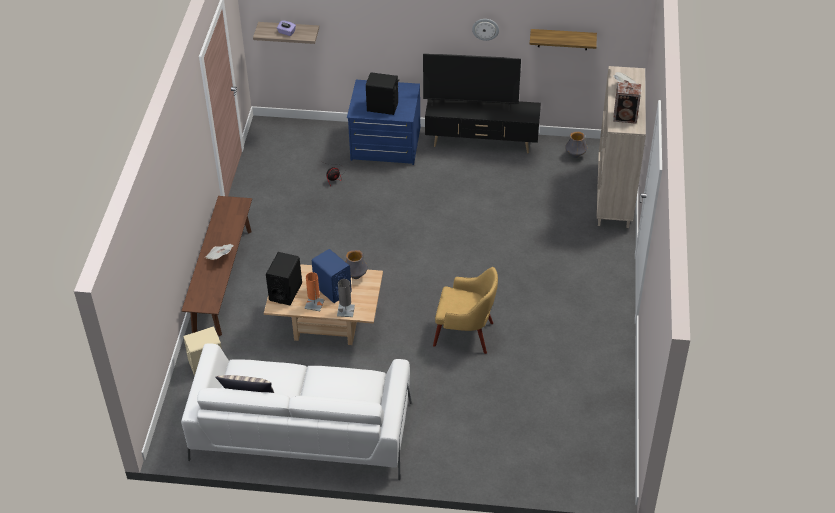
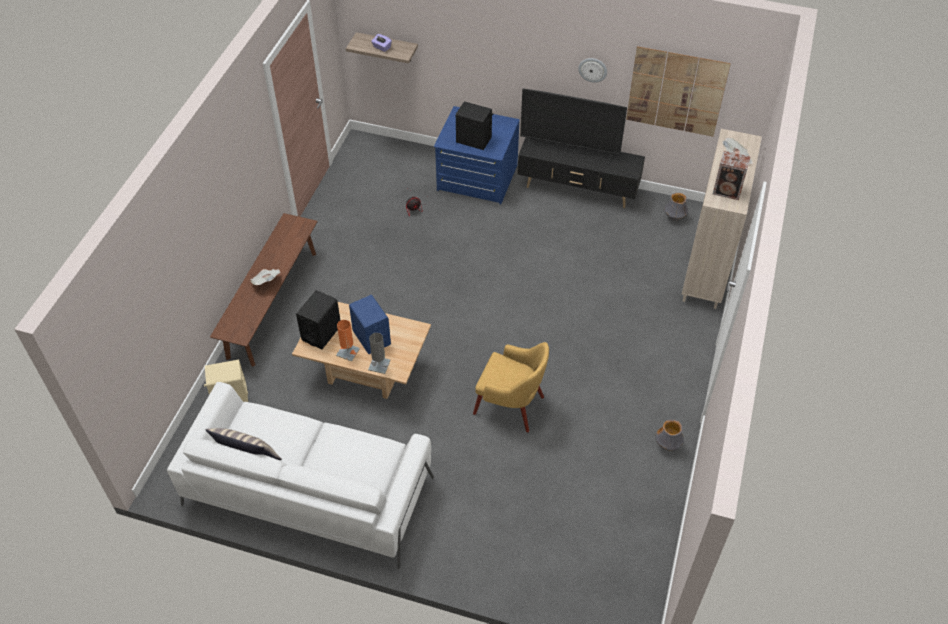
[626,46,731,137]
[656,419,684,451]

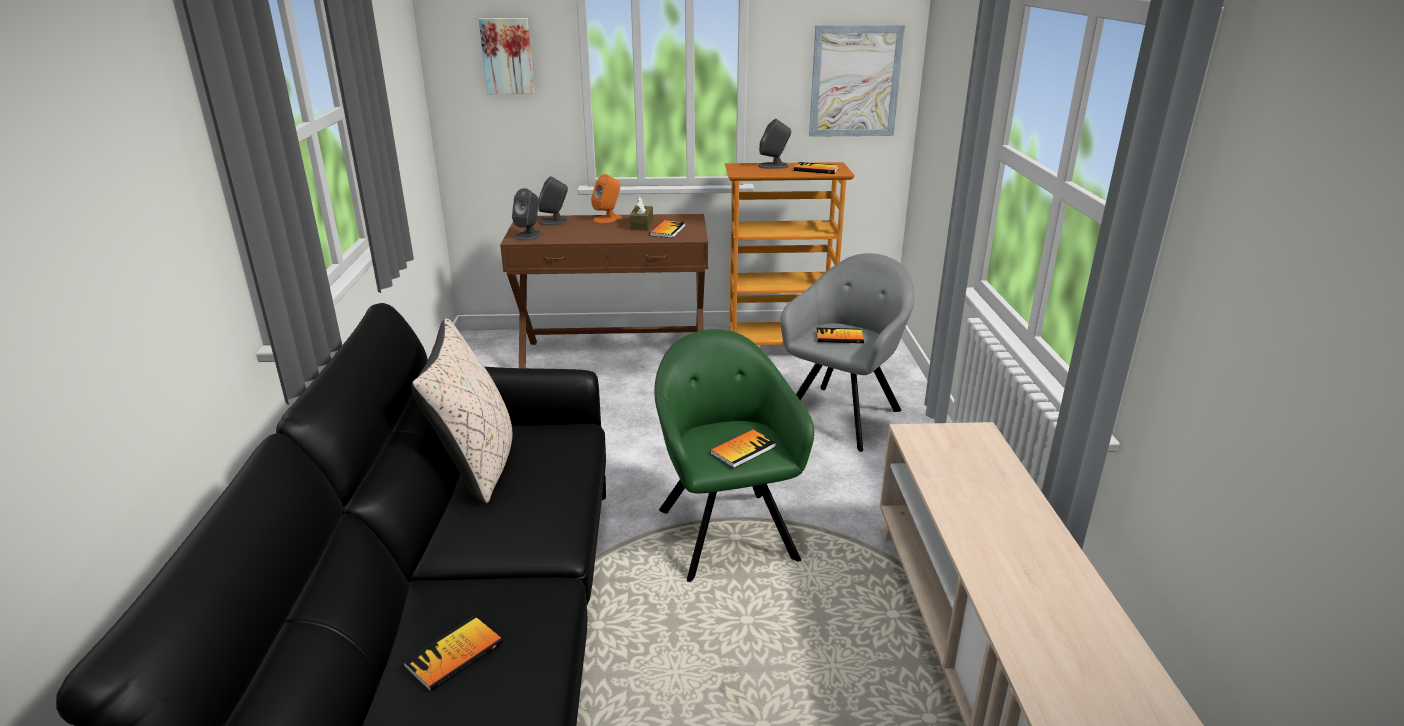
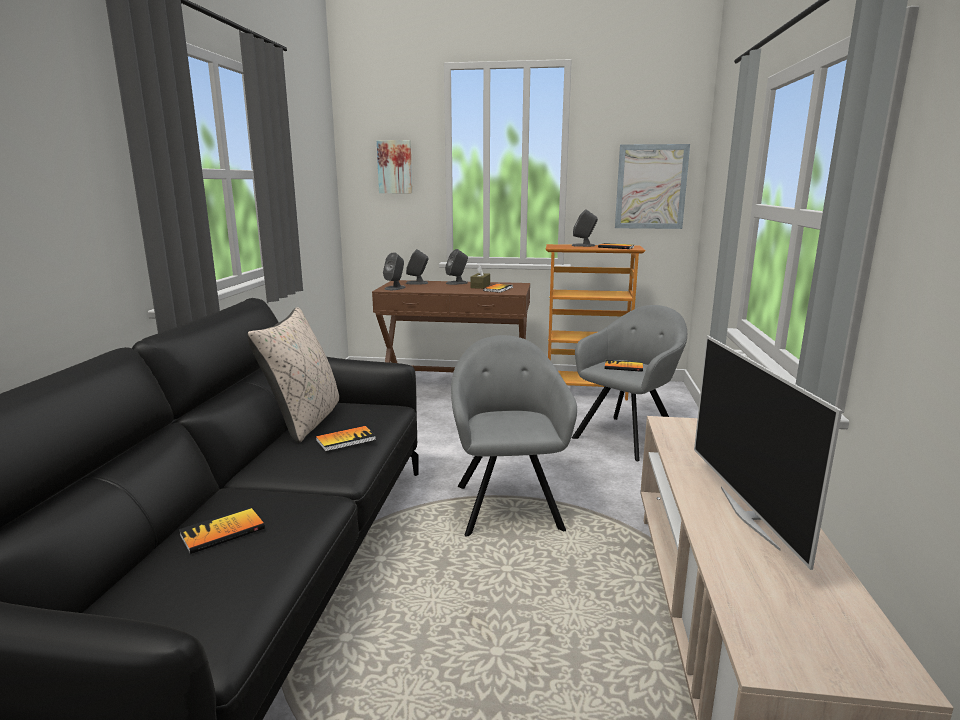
[316,426,376,452]
[445,249,468,285]
[451,335,577,537]
[694,336,842,570]

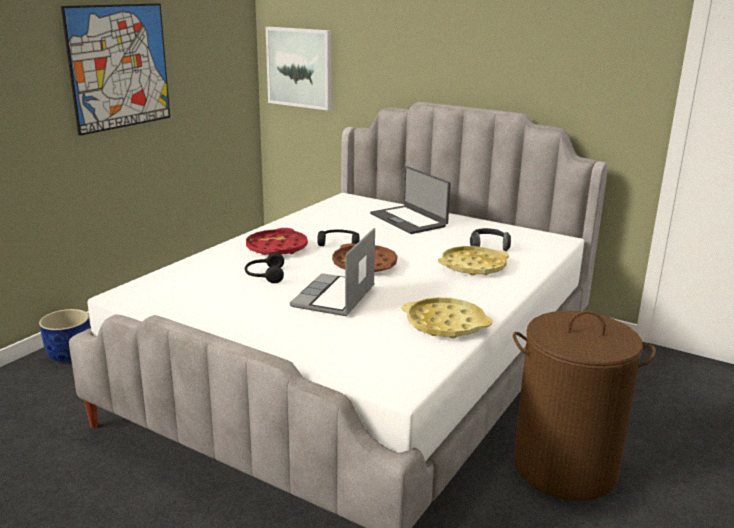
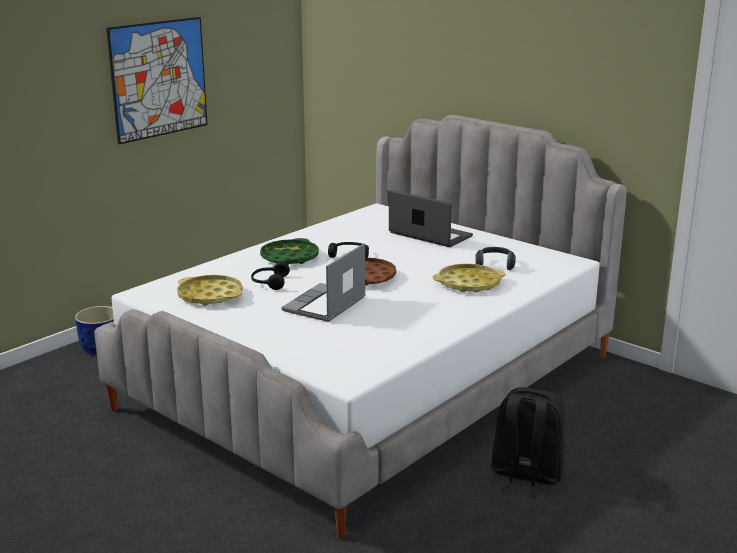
[177,275,243,306]
[260,238,319,265]
[389,190,473,247]
[491,387,565,498]
[266,27,331,110] (first image)

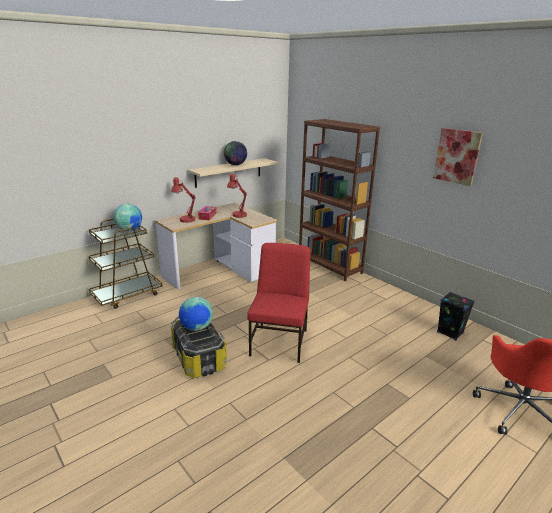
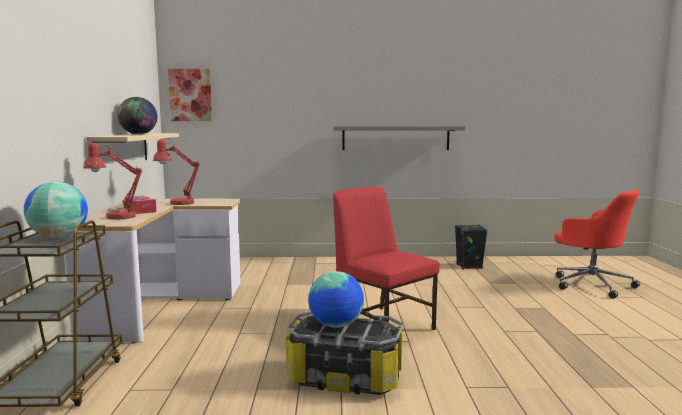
[168,69,212,121]
[334,126,465,150]
[299,119,380,281] (first image)

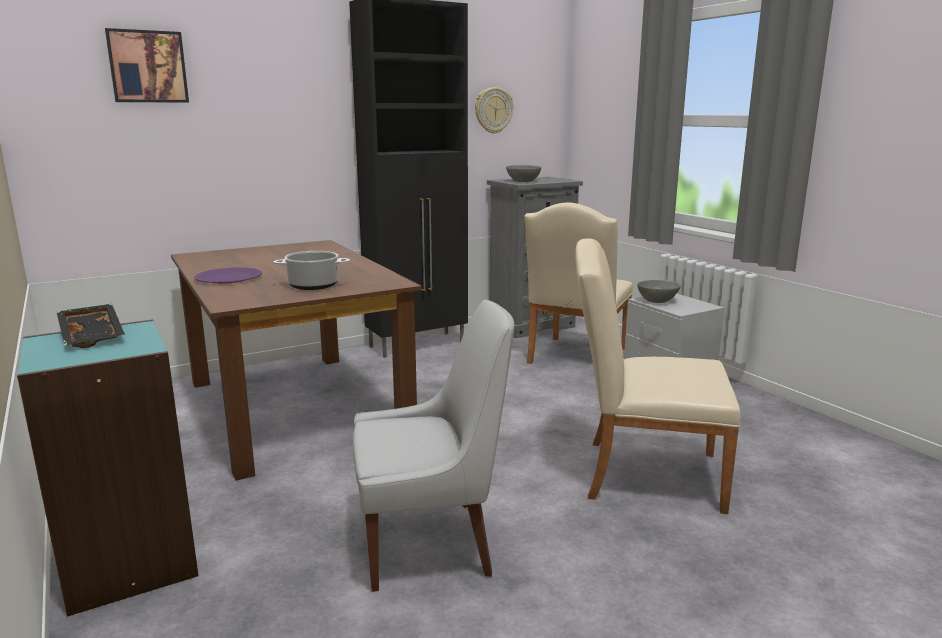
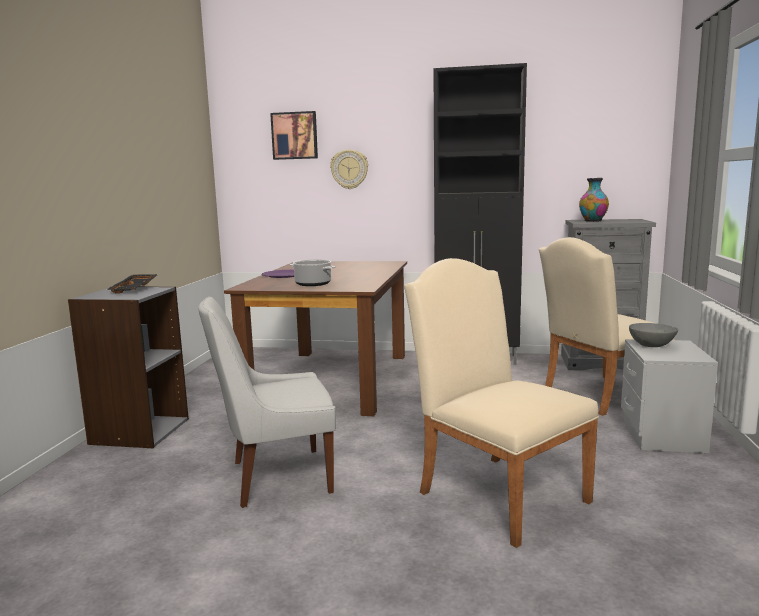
[68,286,189,448]
[198,296,336,508]
[330,149,368,189]
[579,178,609,222]

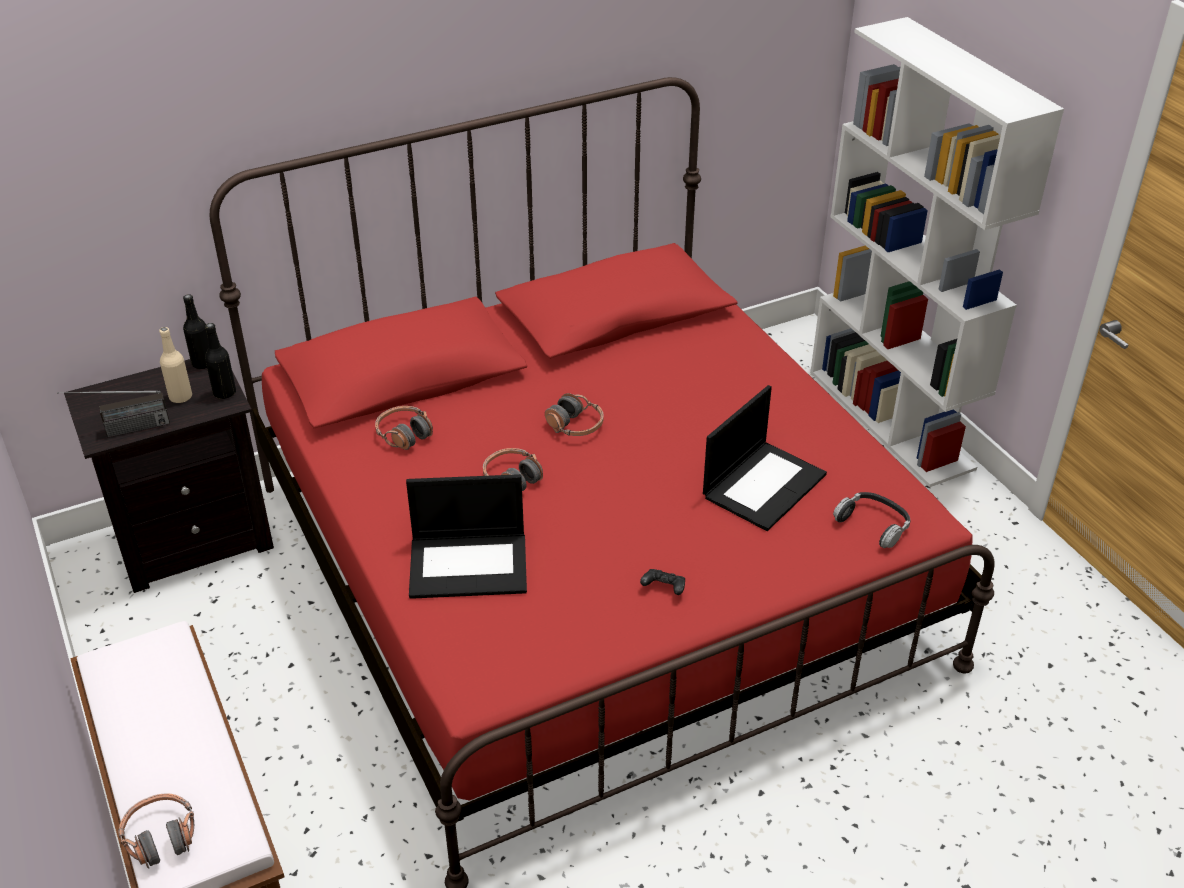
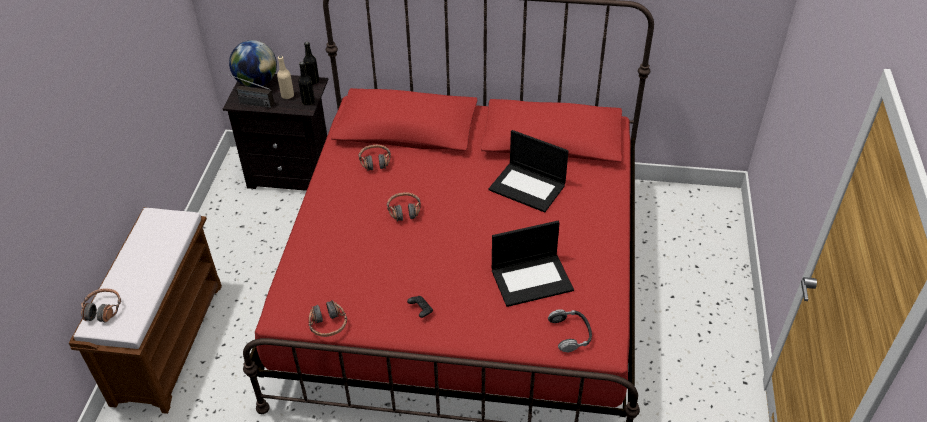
[229,40,277,87]
[309,300,347,337]
[489,130,568,213]
[810,17,1064,487] (first image)

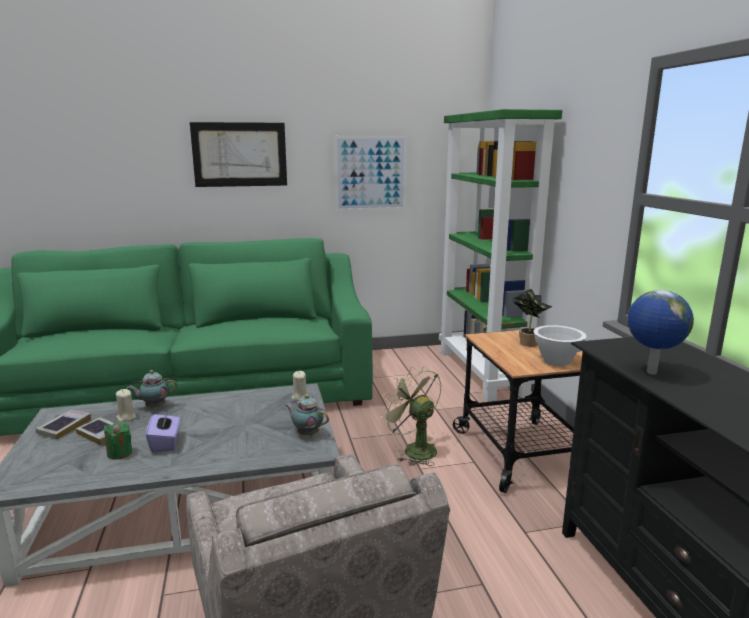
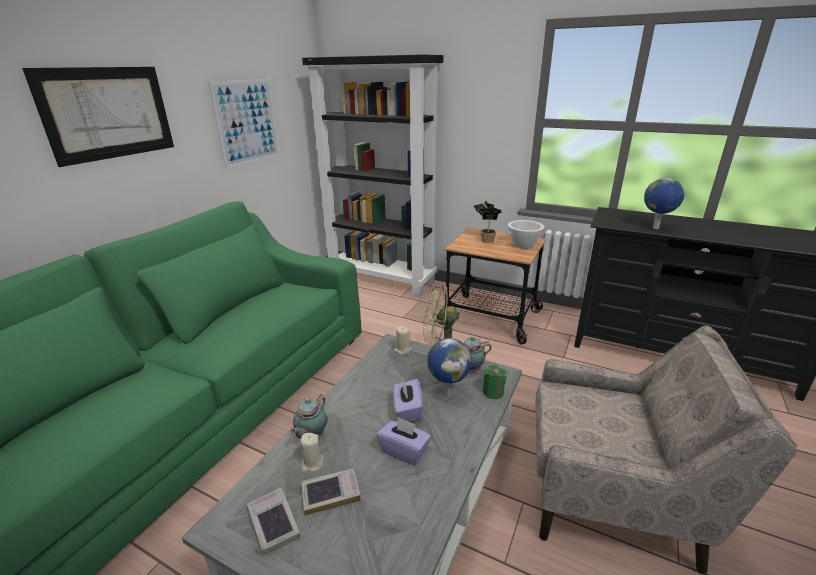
[302,54,443,297]
[393,379,423,422]
[427,338,472,397]
[483,365,507,399]

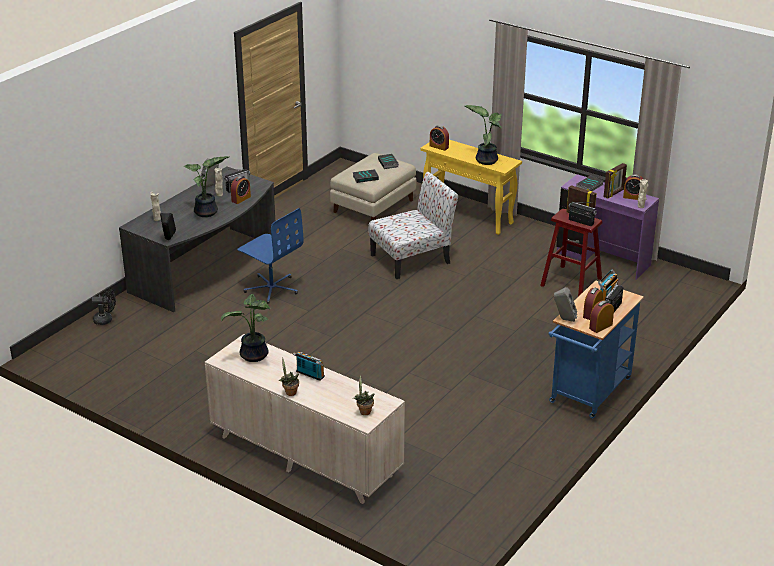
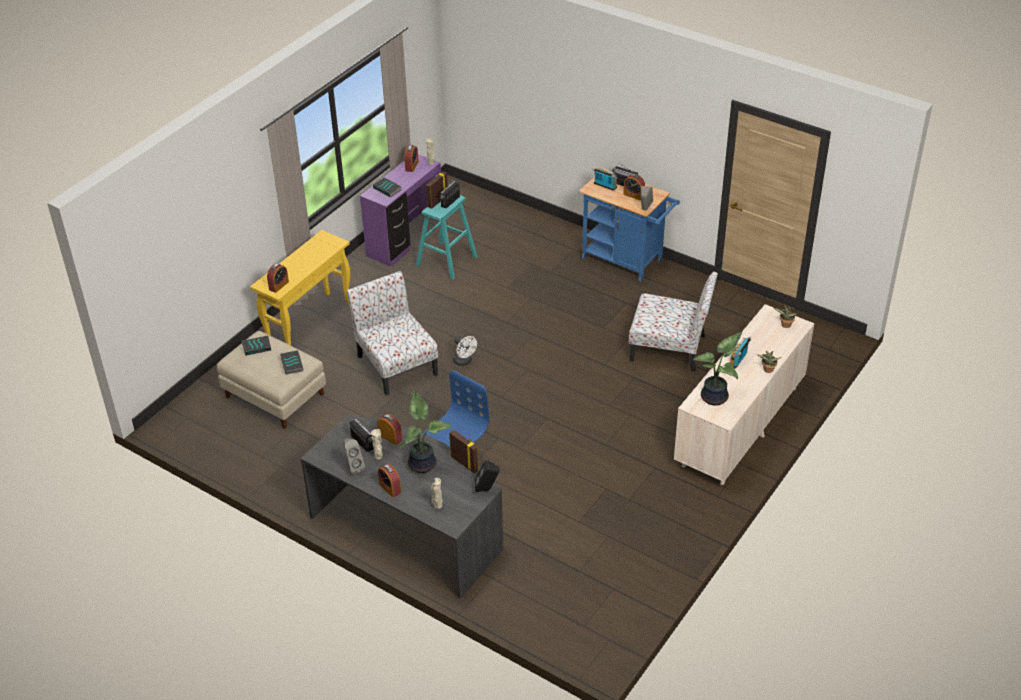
[378,464,401,497]
[416,195,478,280]
[449,430,479,474]
[453,336,477,366]
[629,272,718,372]
[92,288,116,325] (first image)
[464,105,502,165] (first image)

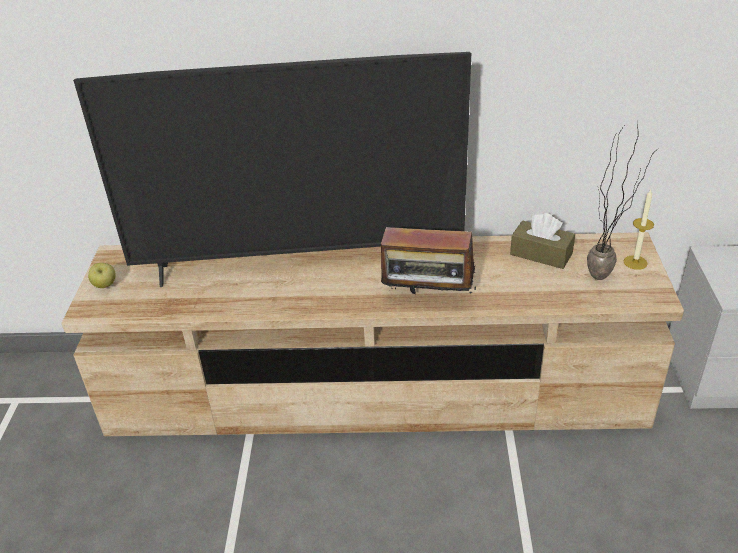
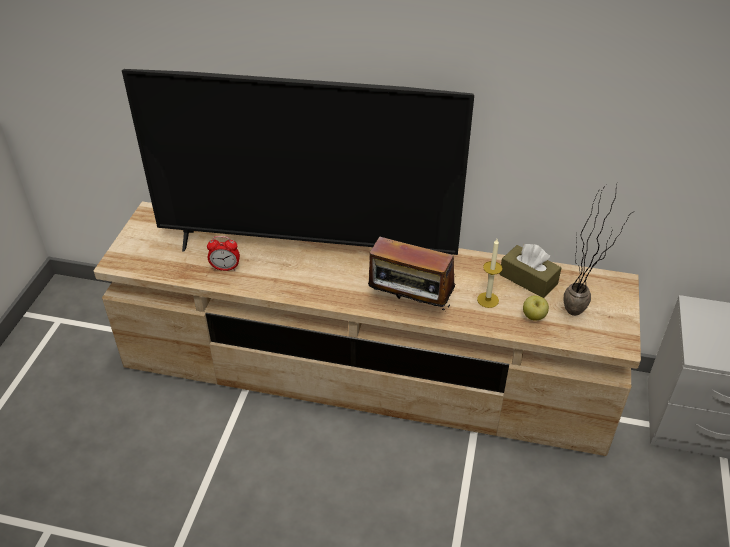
[207,236,240,271]
[477,239,502,308]
[523,295,549,321]

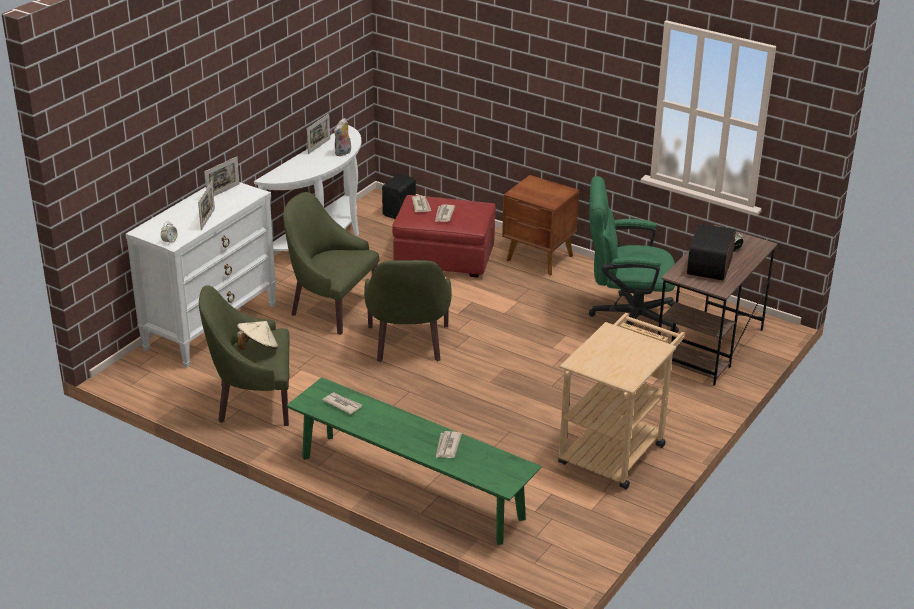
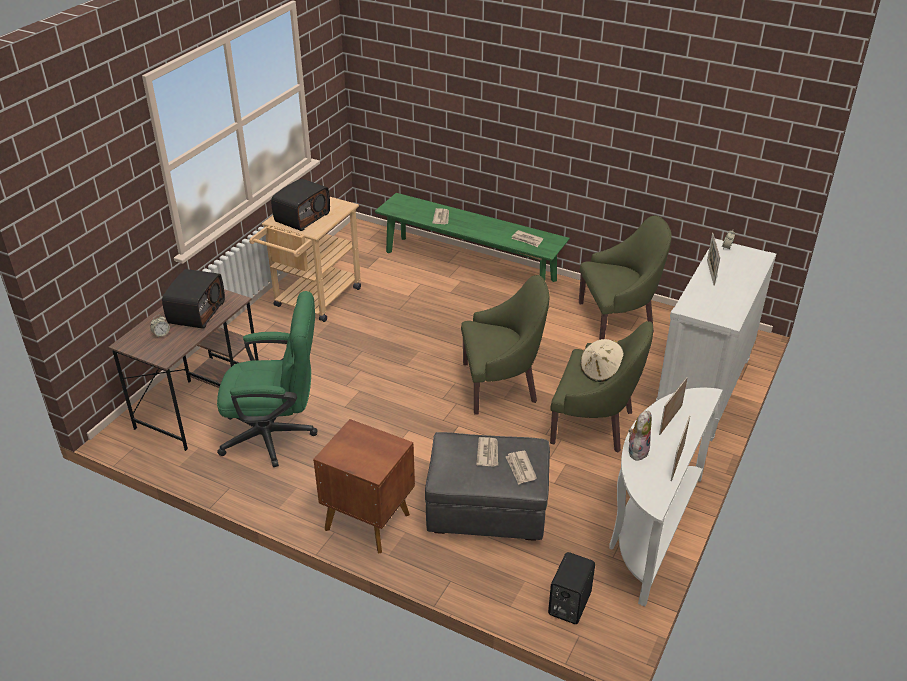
[271,178,330,231]
[425,432,550,541]
[461,275,549,415]
[580,339,624,382]
[659,377,688,435]

